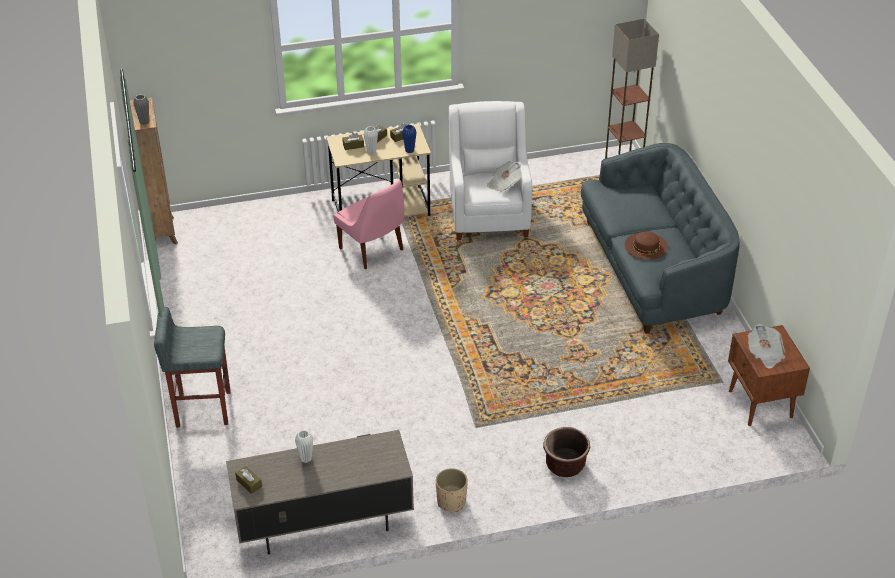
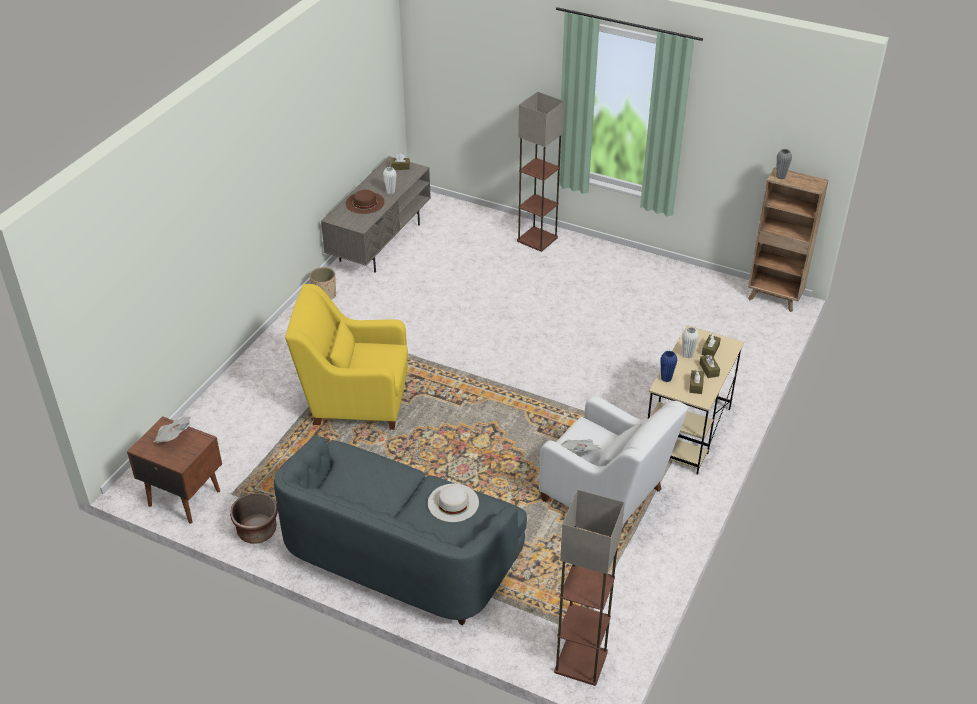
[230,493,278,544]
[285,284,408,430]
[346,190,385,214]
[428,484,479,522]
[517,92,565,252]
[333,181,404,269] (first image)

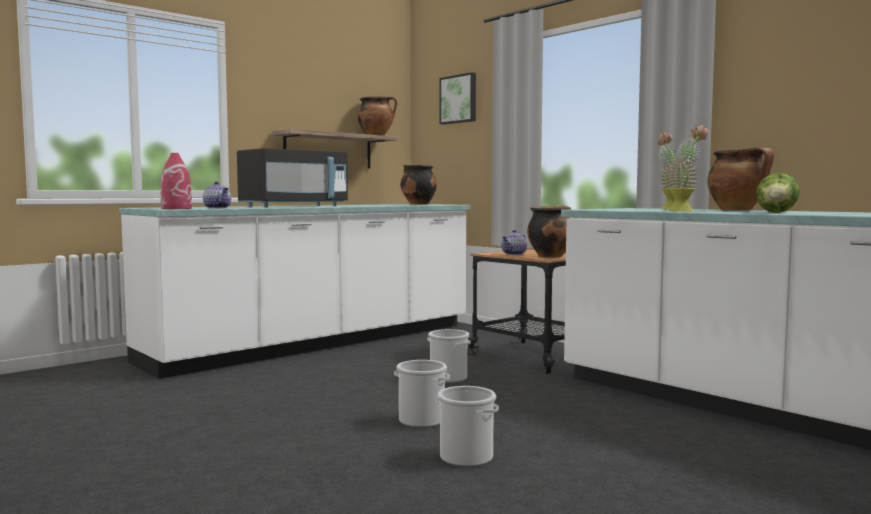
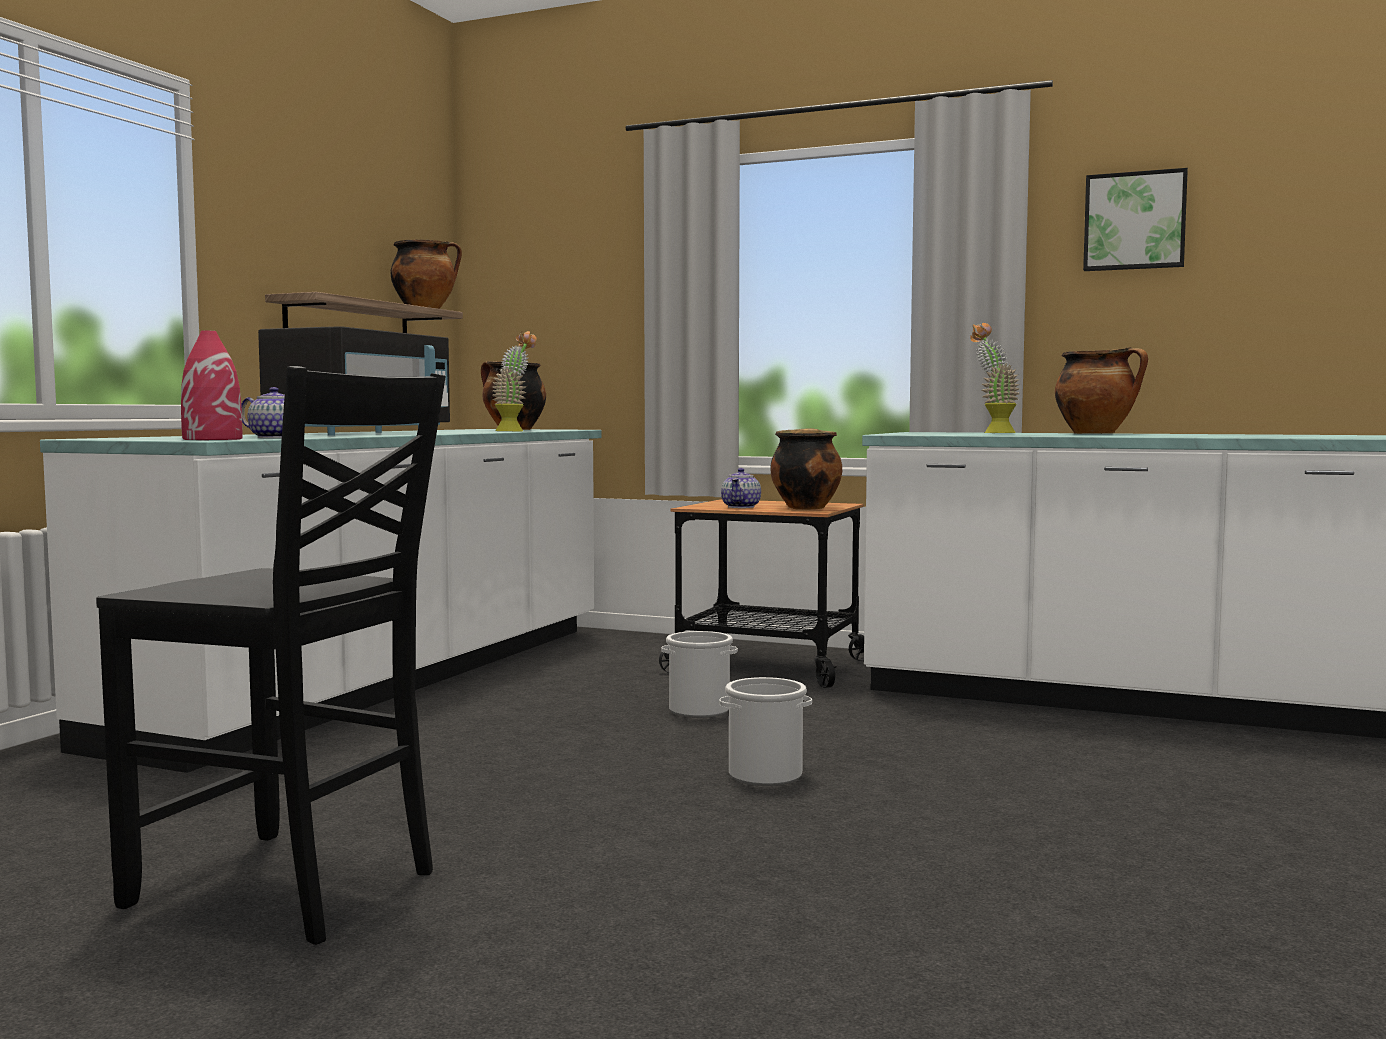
[96,366,445,945]
[493,331,537,431]
[1083,168,1188,271]
[436,386,499,467] (first image)
[756,173,800,213] (first image)

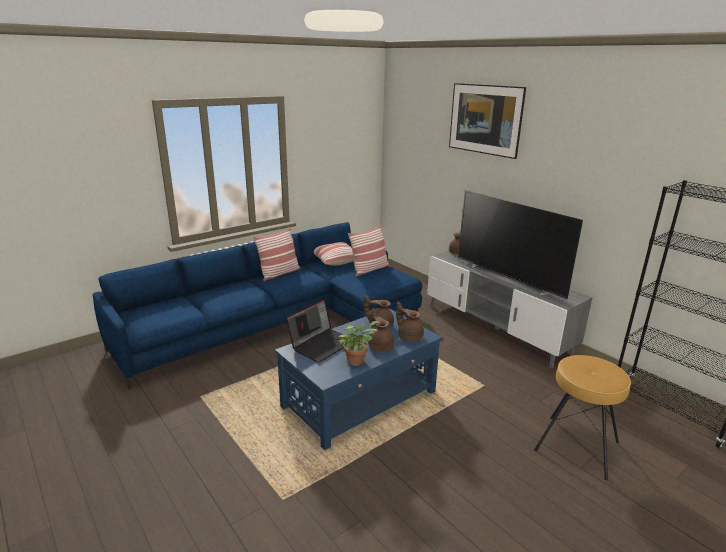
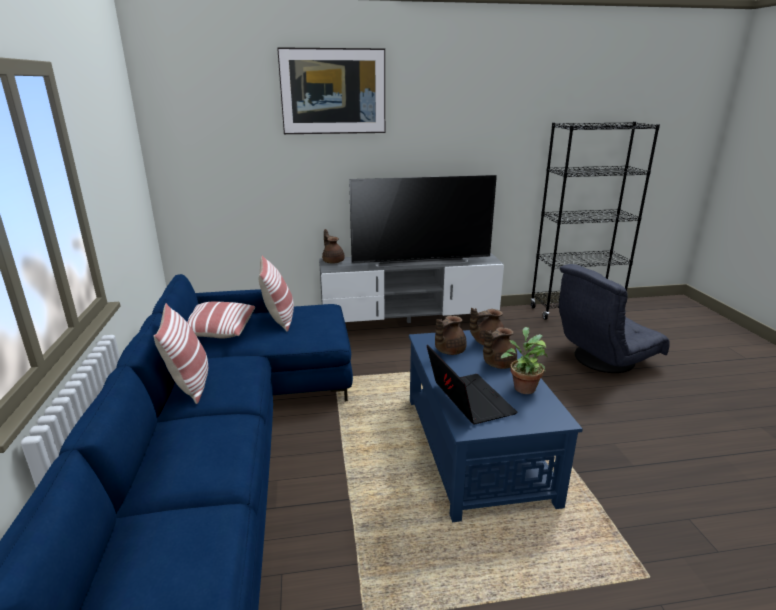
[483,327,517,369]
[559,264,669,373]

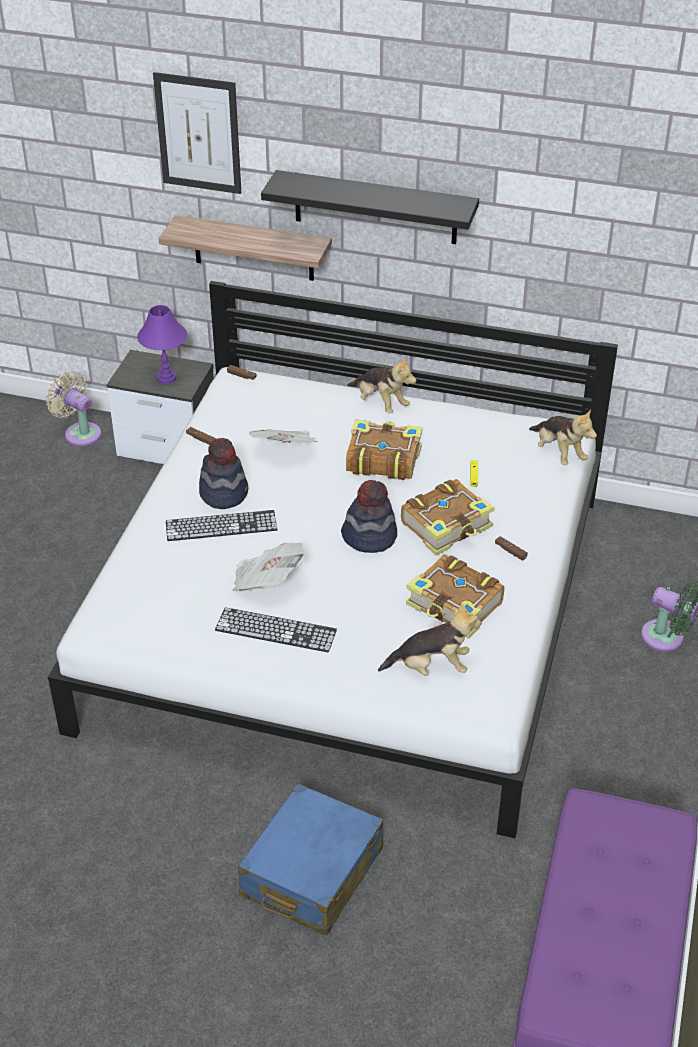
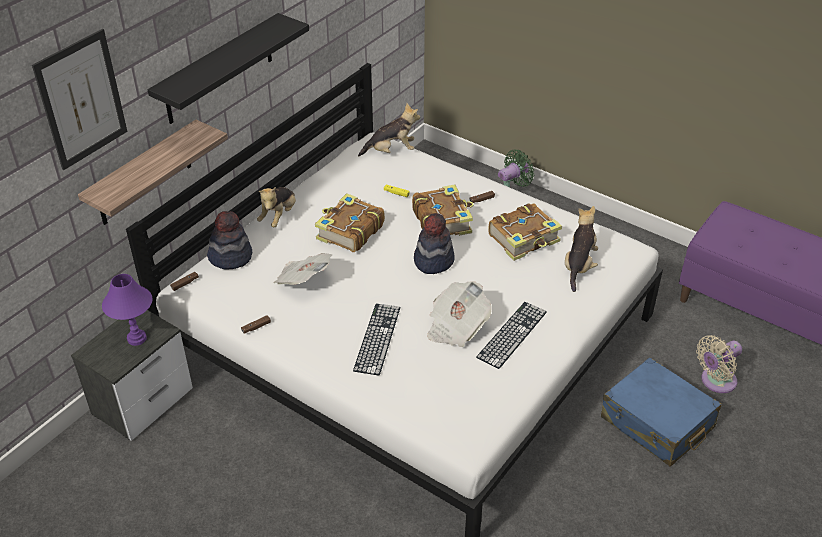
[207,211,252,269]
[257,187,296,227]
[696,335,742,393]

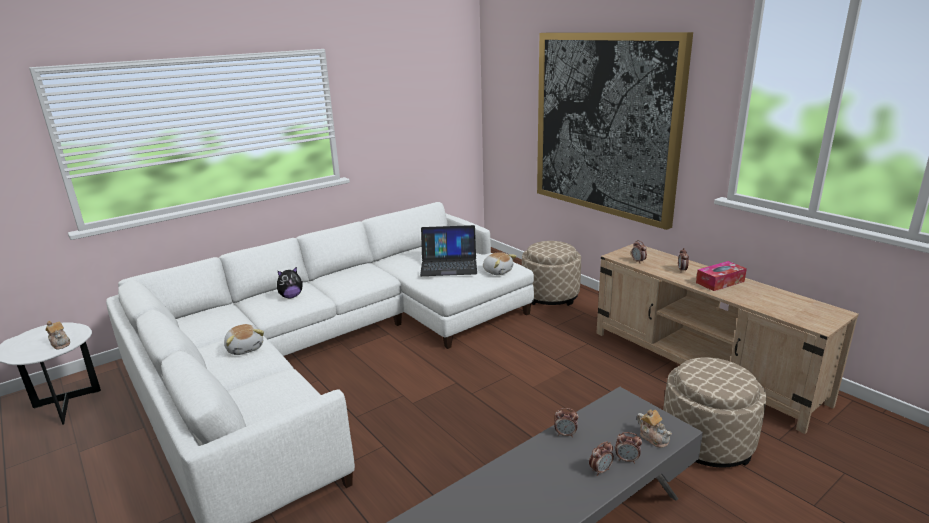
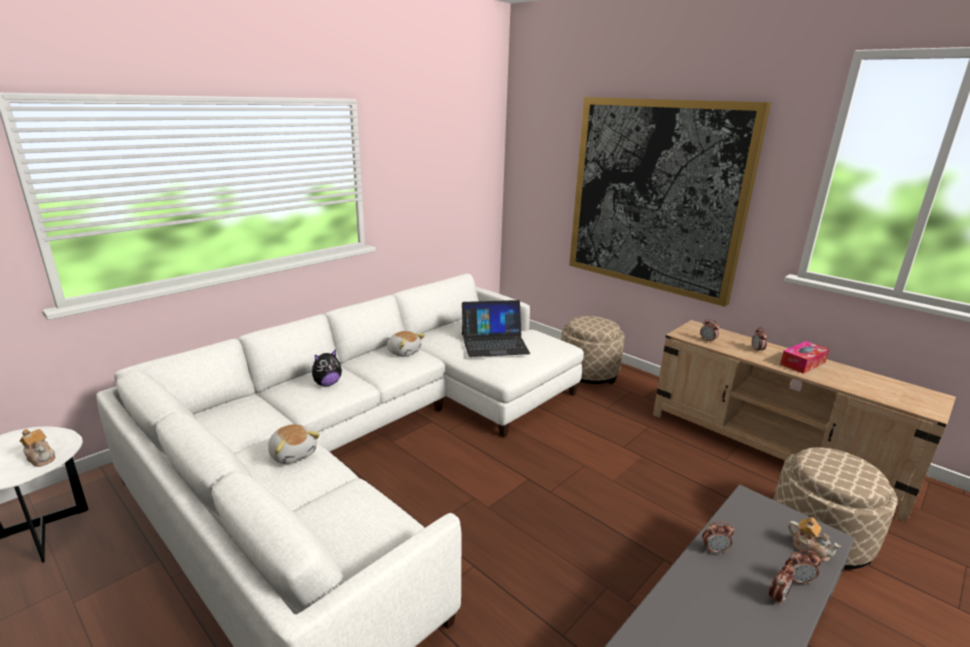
[387,331,425,357]

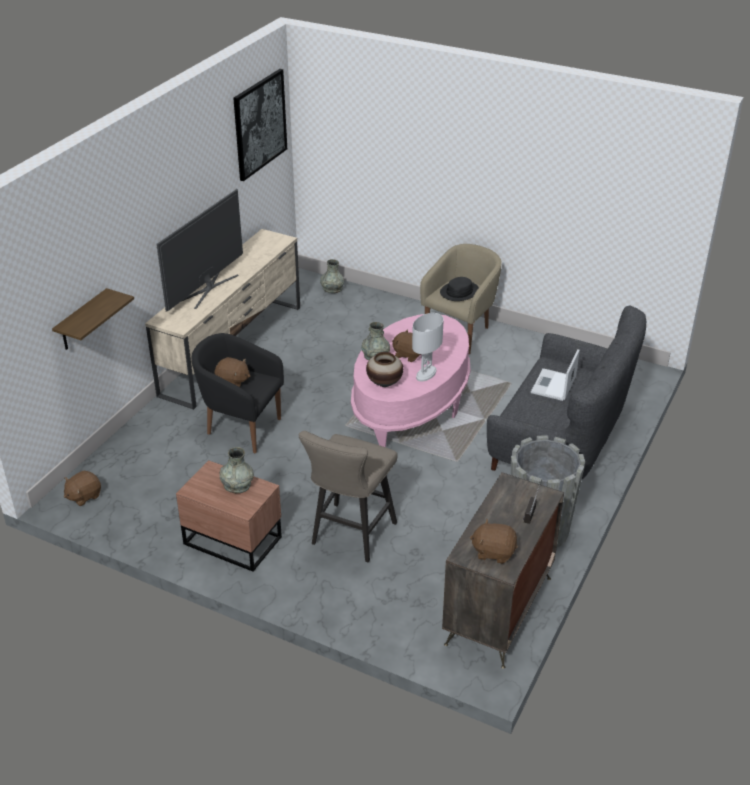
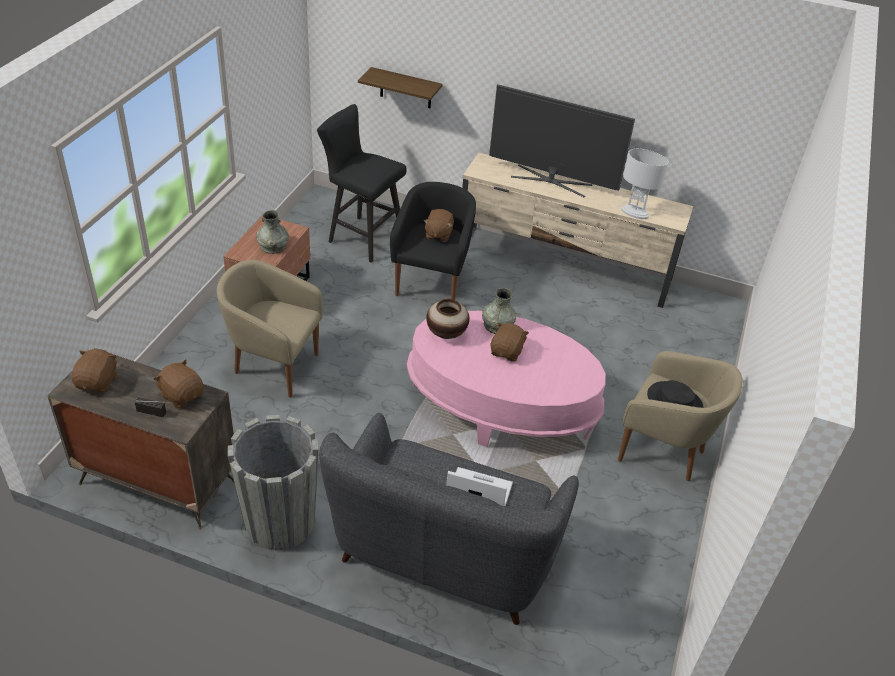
[154,359,204,408]
[217,260,323,398]
[317,104,407,263]
[621,149,668,219]
[233,69,287,181] (first image)
[320,259,344,293] (first image)

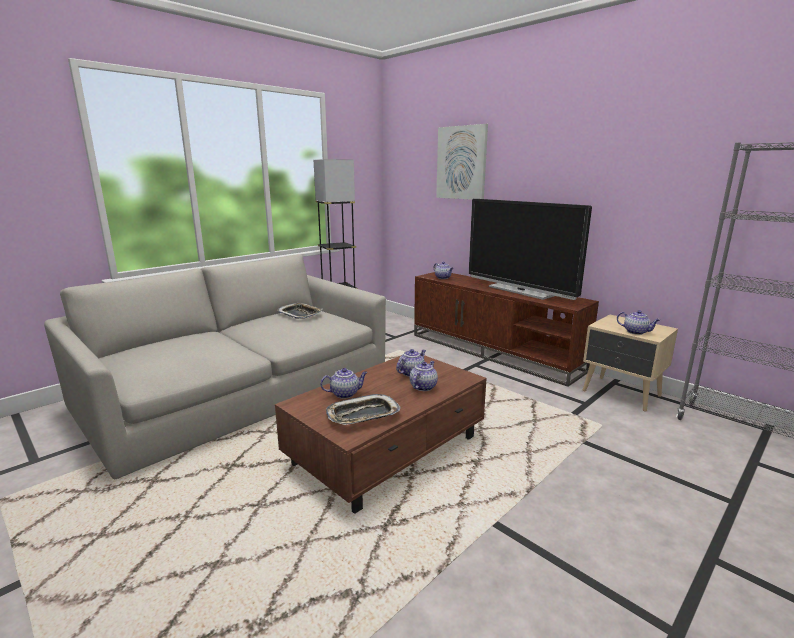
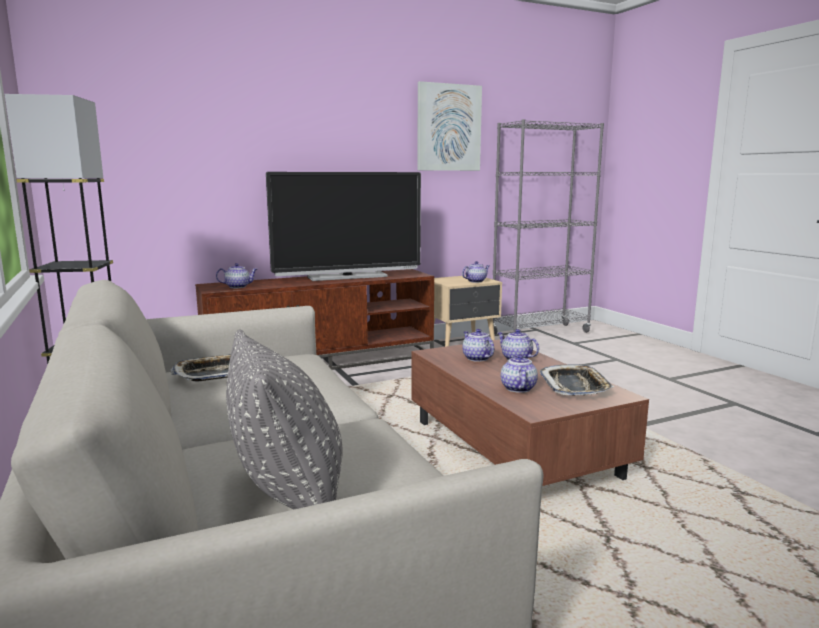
[226,329,342,510]
[417,81,482,171]

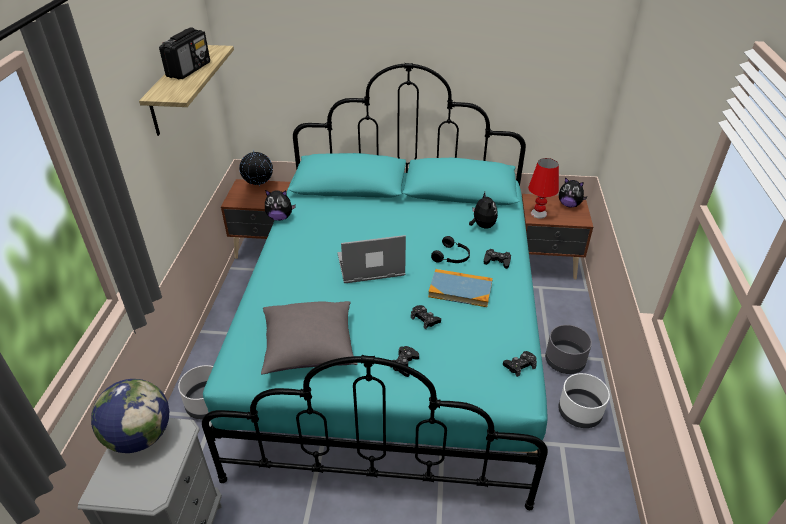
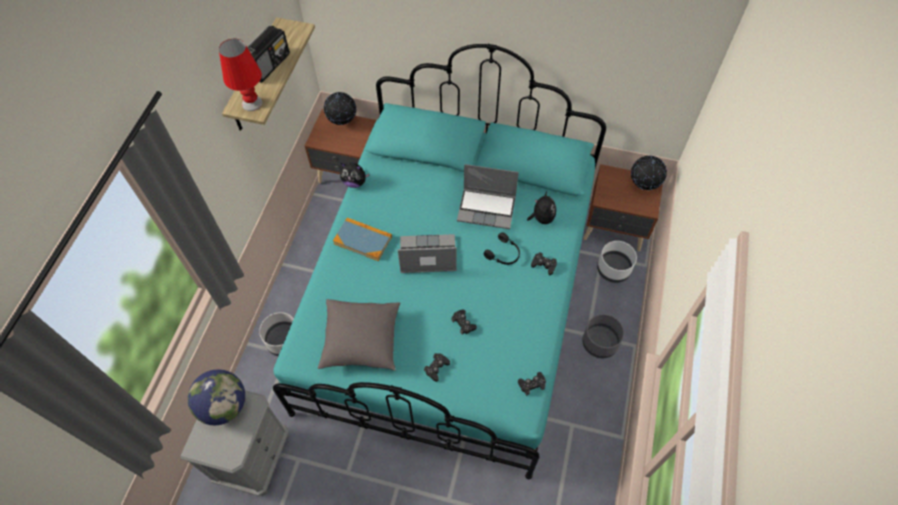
[219,39,262,111]
[333,218,392,261]
[457,164,519,229]
[597,241,637,283]
[631,155,667,190]

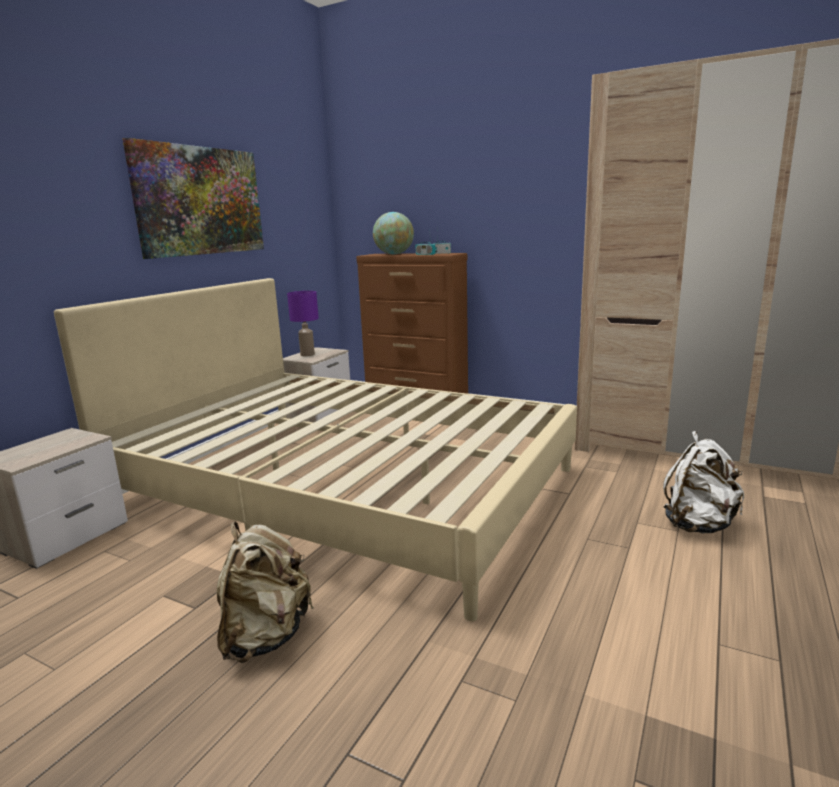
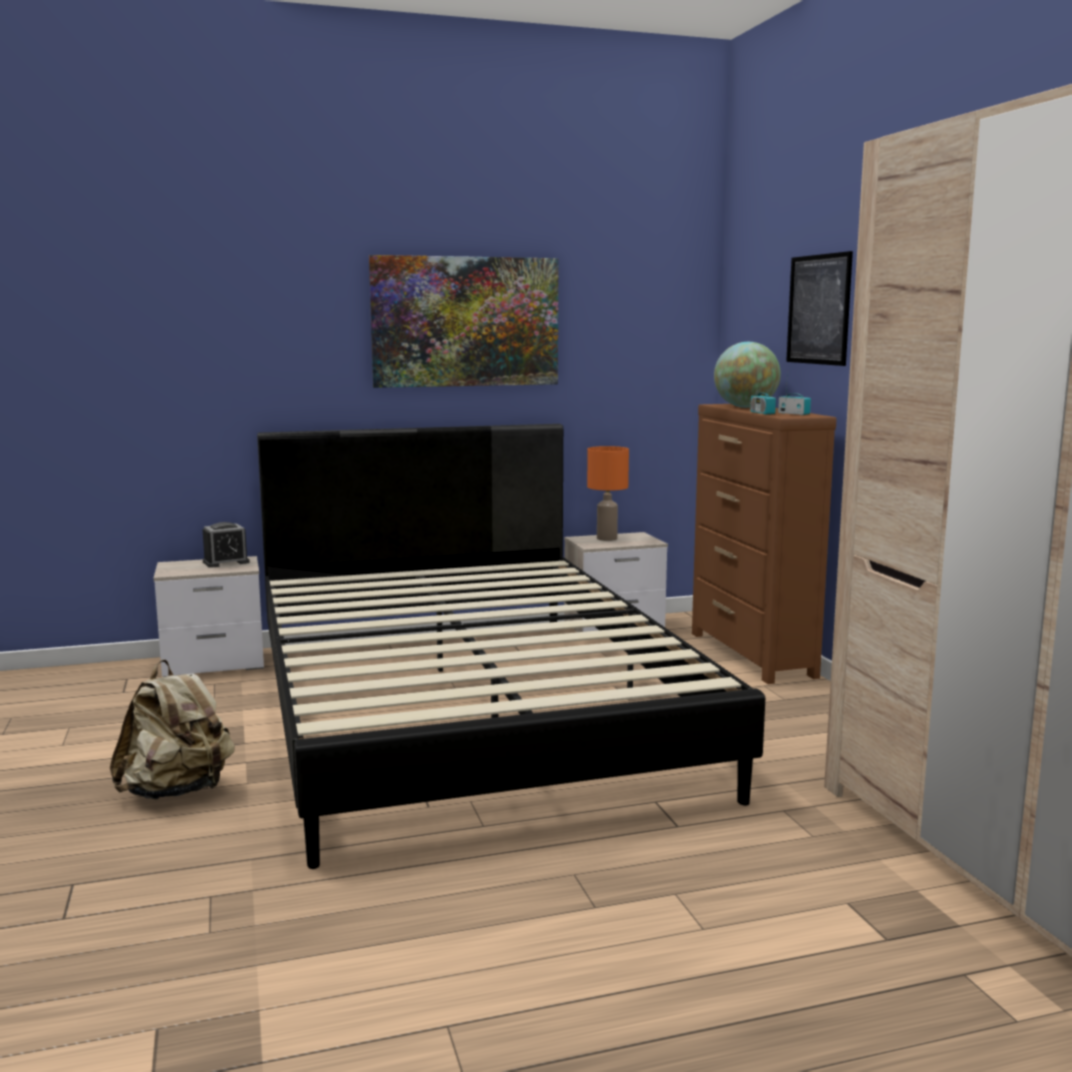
[202,522,250,568]
[257,424,765,869]
[587,446,629,541]
[786,251,853,366]
[663,431,744,534] (first image)

